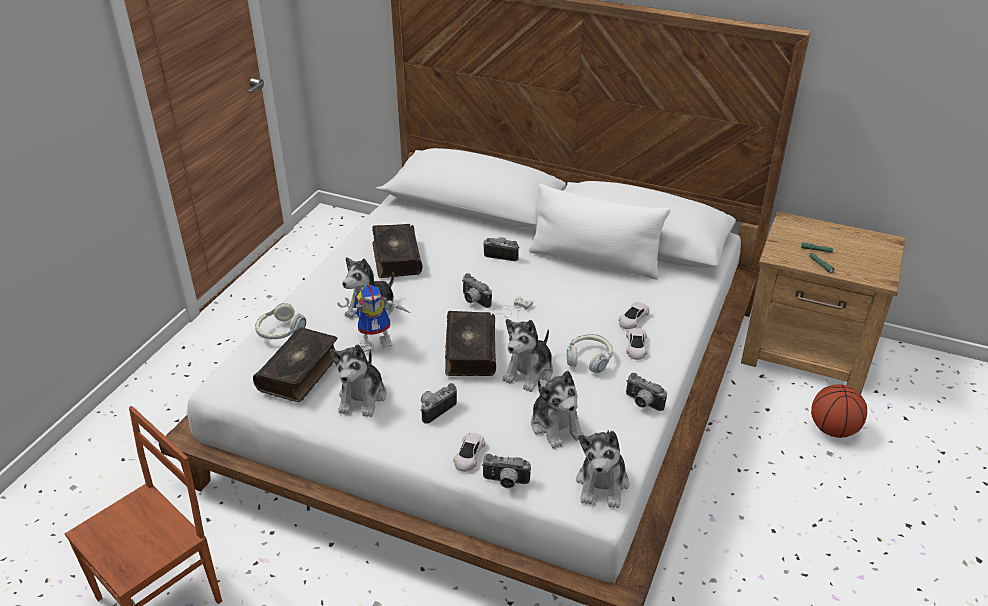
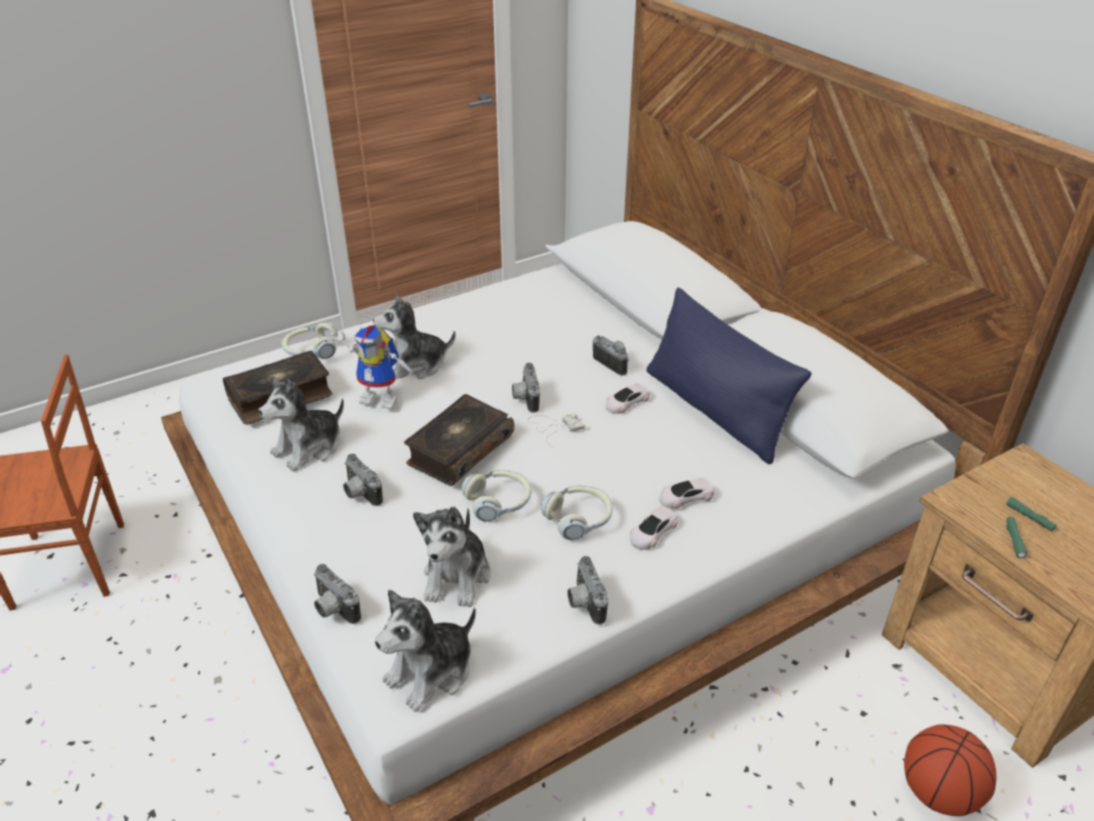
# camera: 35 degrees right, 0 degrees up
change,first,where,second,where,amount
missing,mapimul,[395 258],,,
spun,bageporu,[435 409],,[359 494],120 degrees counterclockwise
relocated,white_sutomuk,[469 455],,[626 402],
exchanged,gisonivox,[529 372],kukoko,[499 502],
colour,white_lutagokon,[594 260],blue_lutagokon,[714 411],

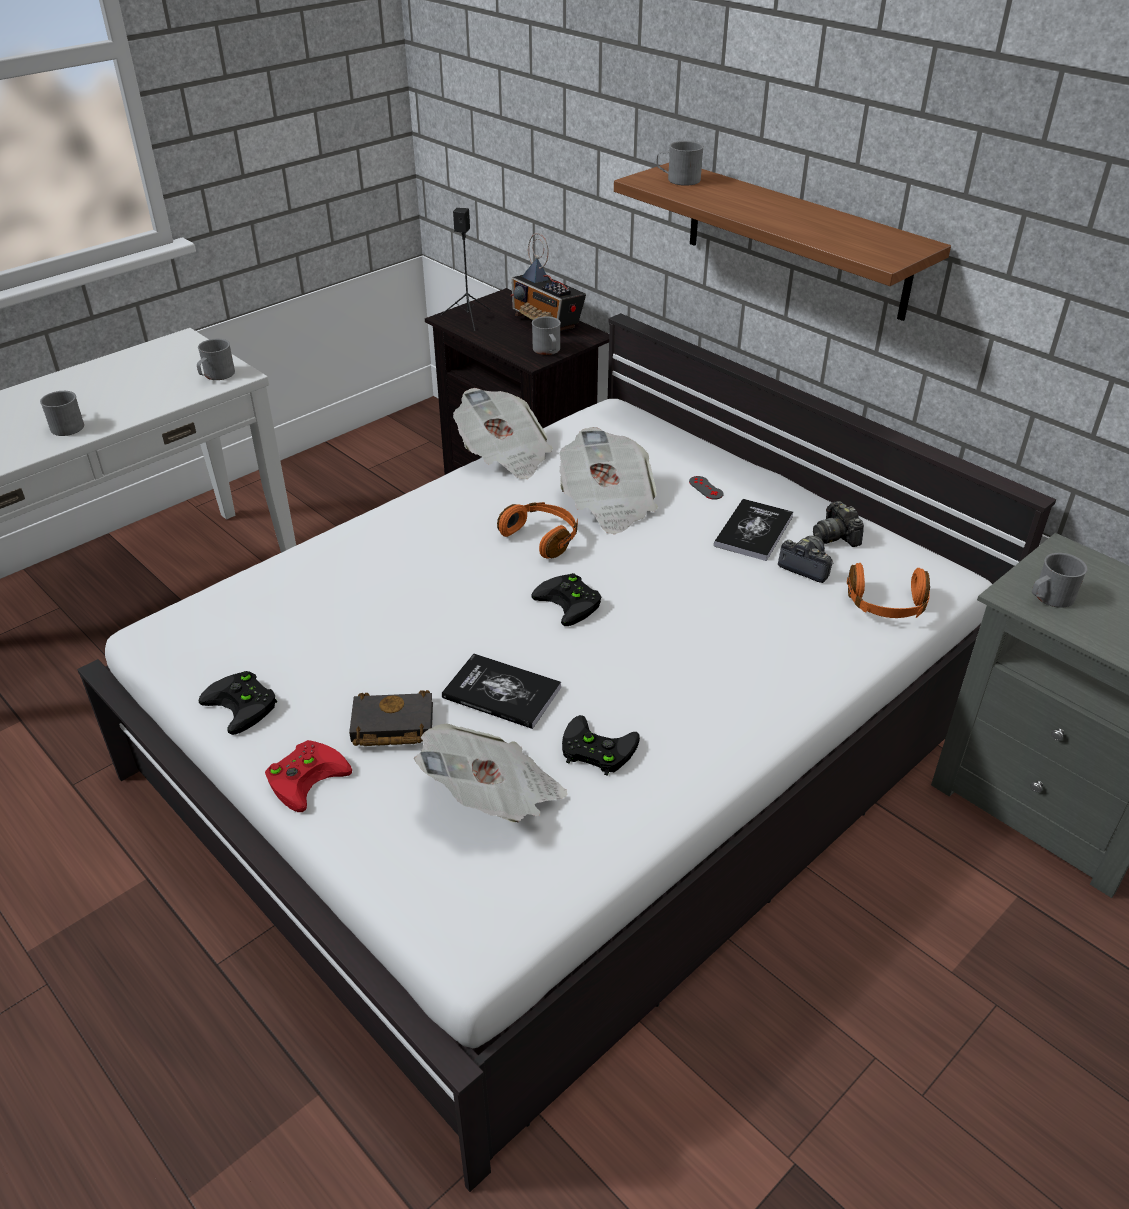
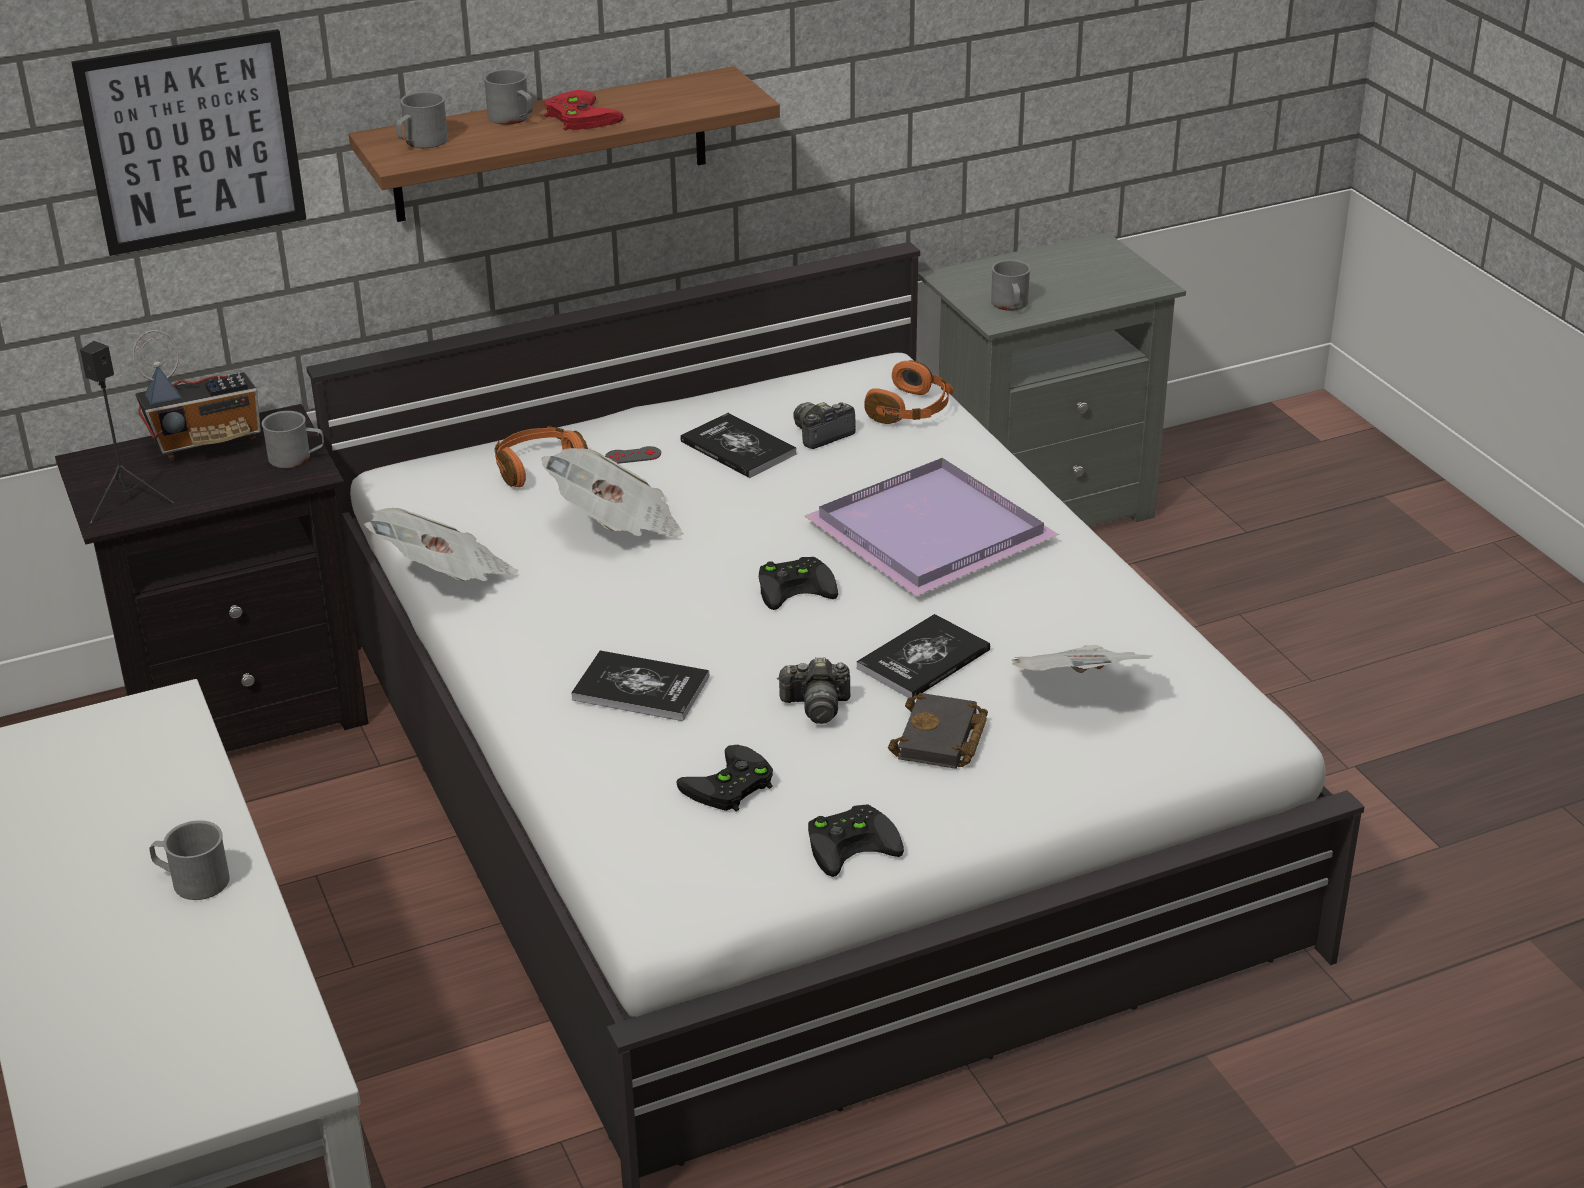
# camera: 70 degrees left, 5 degrees down
change,first,where,second,where,amount
relocated,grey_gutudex,[216 376],,[513 119],
relocated,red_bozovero,[306 775],,[578 116],
relocated,orange_kukoko,[542 538],,[538 467],
relocated,black_bozovero,[594 749],,[729 787],
relocated,bageporu,[836 536],,[816 706],
appeared,,,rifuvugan,[192 142],
appeared,,,mapimul,[641 688],
appeared,,,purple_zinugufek,[925 532],

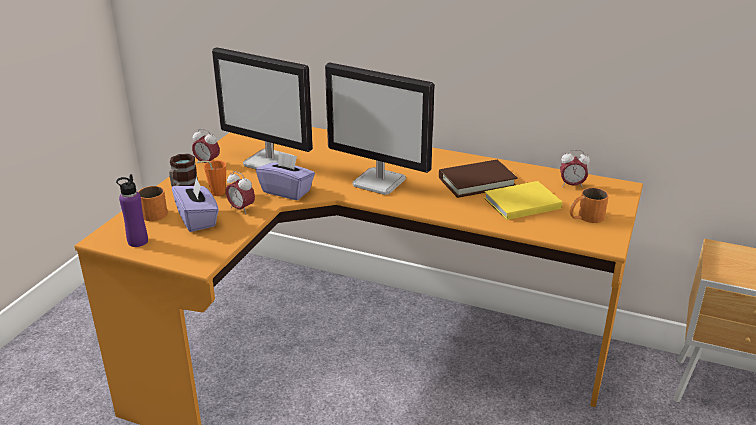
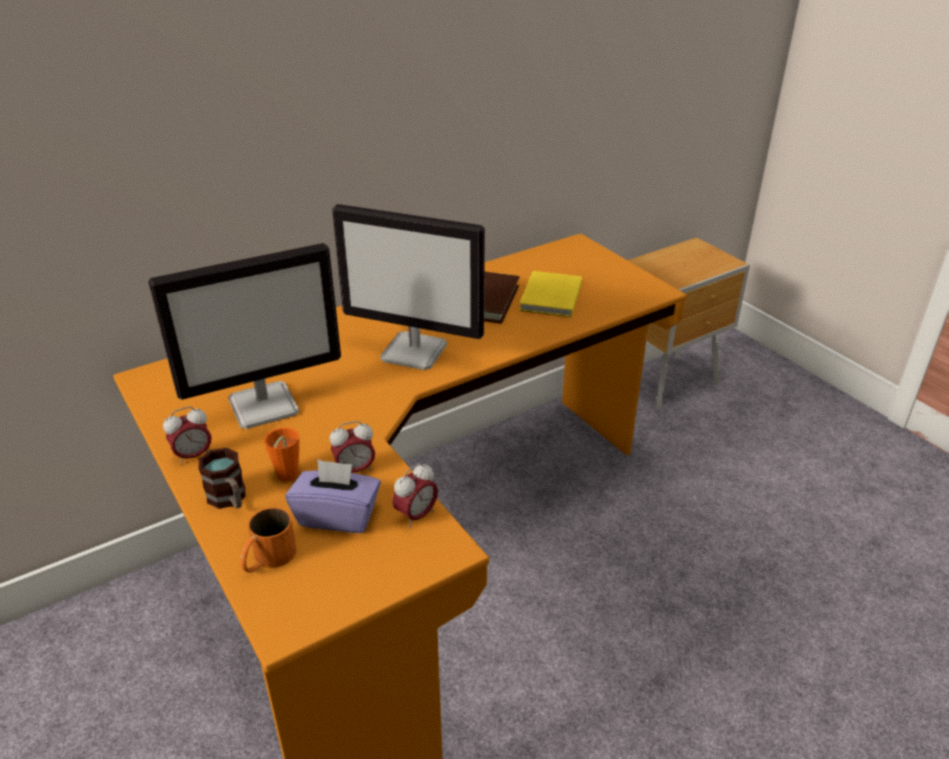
# camera: 55 degrees left, 5 degrees up
change,first,where,second,where,amount
missing,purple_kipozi,[137 241],,,
missing,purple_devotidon,[287 191],,,
spun,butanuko,[380 182],,[415 352],45 degrees clockwise
relocated,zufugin,[571 185],,[416 516],
missing,orange_gutudex,[585 217],,,

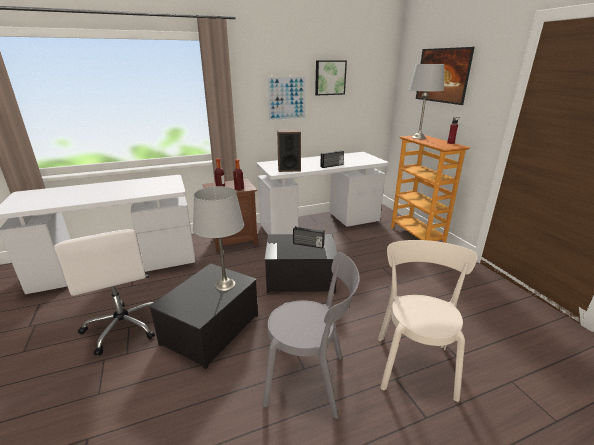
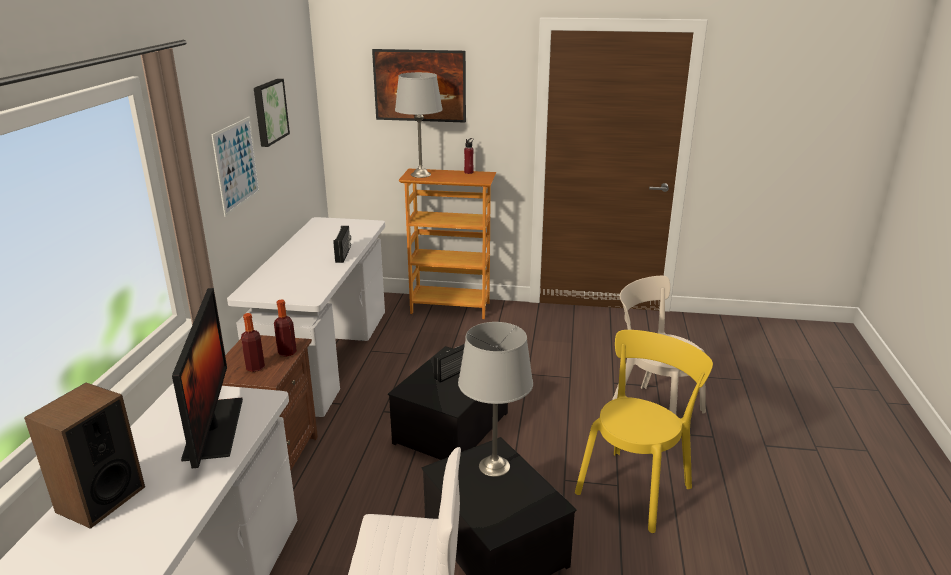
# camera: 60 degrees left, 0 degrees up
change,first,where,second,where,amount
colour,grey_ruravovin,[310 380],yellow_ruravovin,[636 487],
relocated,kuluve,[289 169],,[100 499],
appeared,,,butanuko,[214 428],

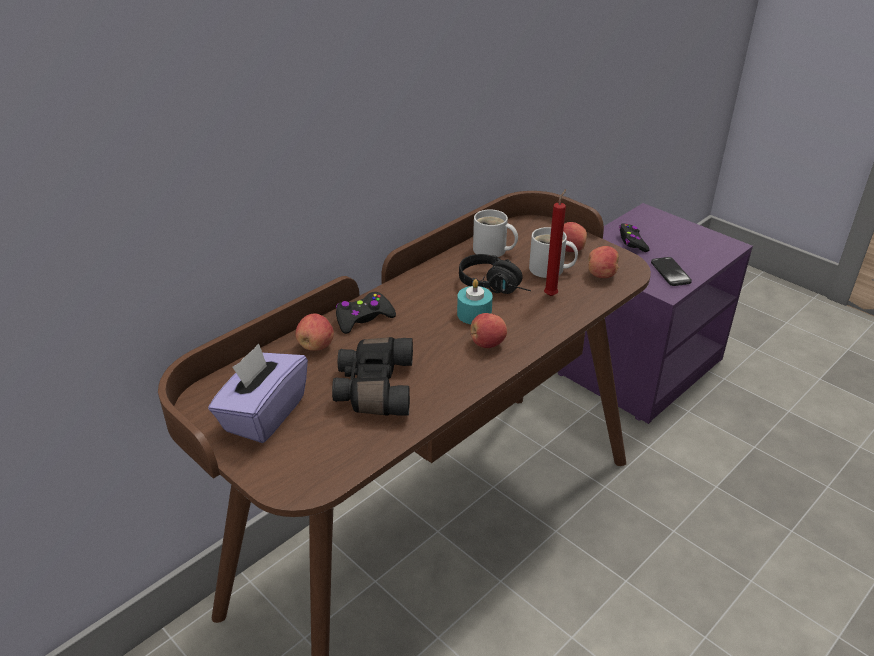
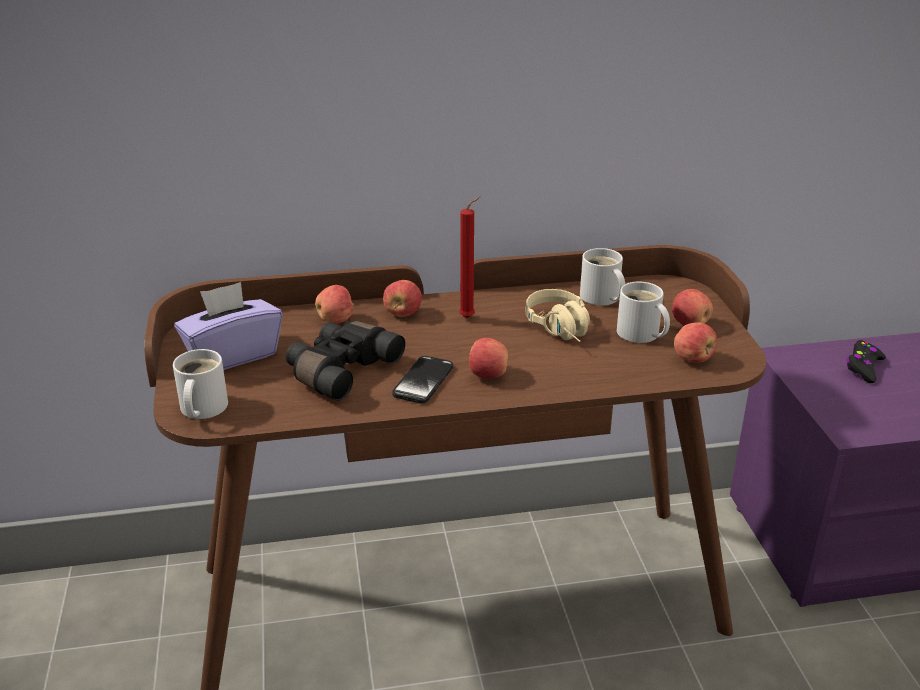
# camera: 35 degrees right, 5 degrees down
change,first,where,second,where,amount
exchanged,black_bozovero,[363 318],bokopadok,[403 313],
missing,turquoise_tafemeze,[474 314],,,
colour,black_kukoko,[496 286],beige_kukoko,[563 330],
relocated,red_tafemeze,[551 295],,[469 317],
relocated,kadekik,[670 272],,[423 381],
appeared,,,white_gutudex,[201 408],

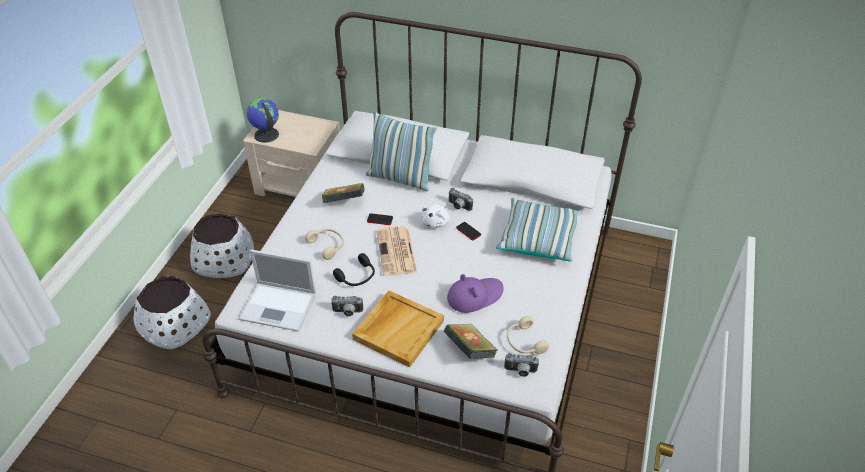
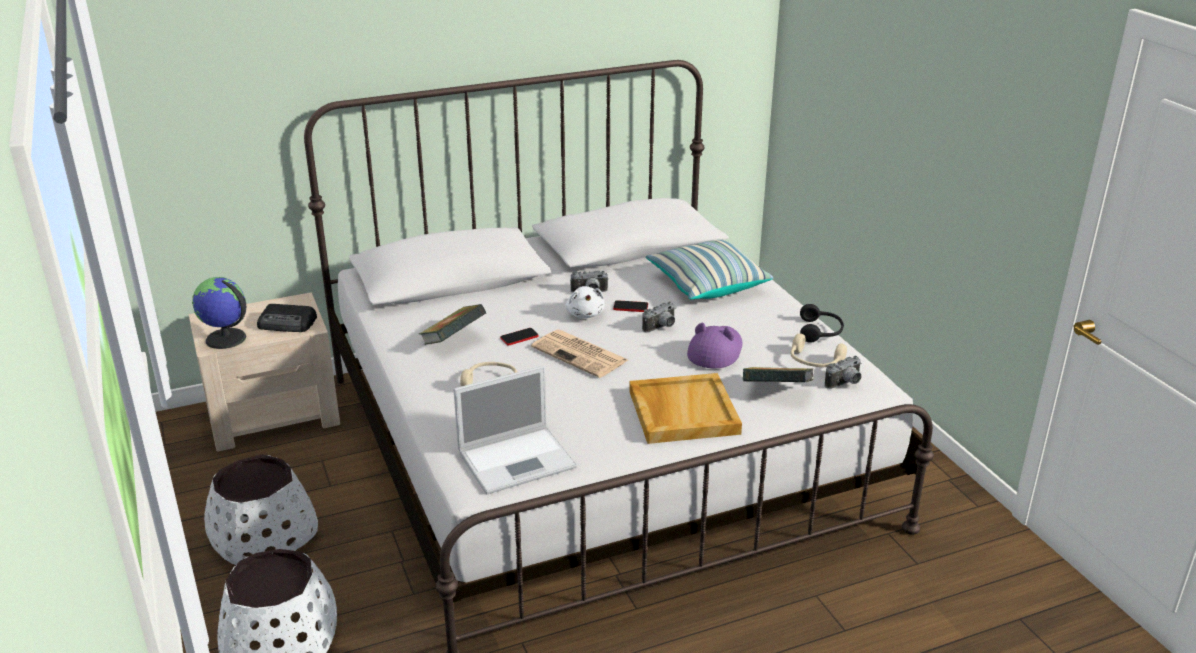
# camera: 40 degrees left, 15 degrees down
change,first,where,second,where,amount
relocated,bageporu,[347 312],,[661 328],
relocated,black_kukoko,[357 277],,[820 332],
missing,lutagokon,[400 178],,,
appeared,,,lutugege,[288 323],

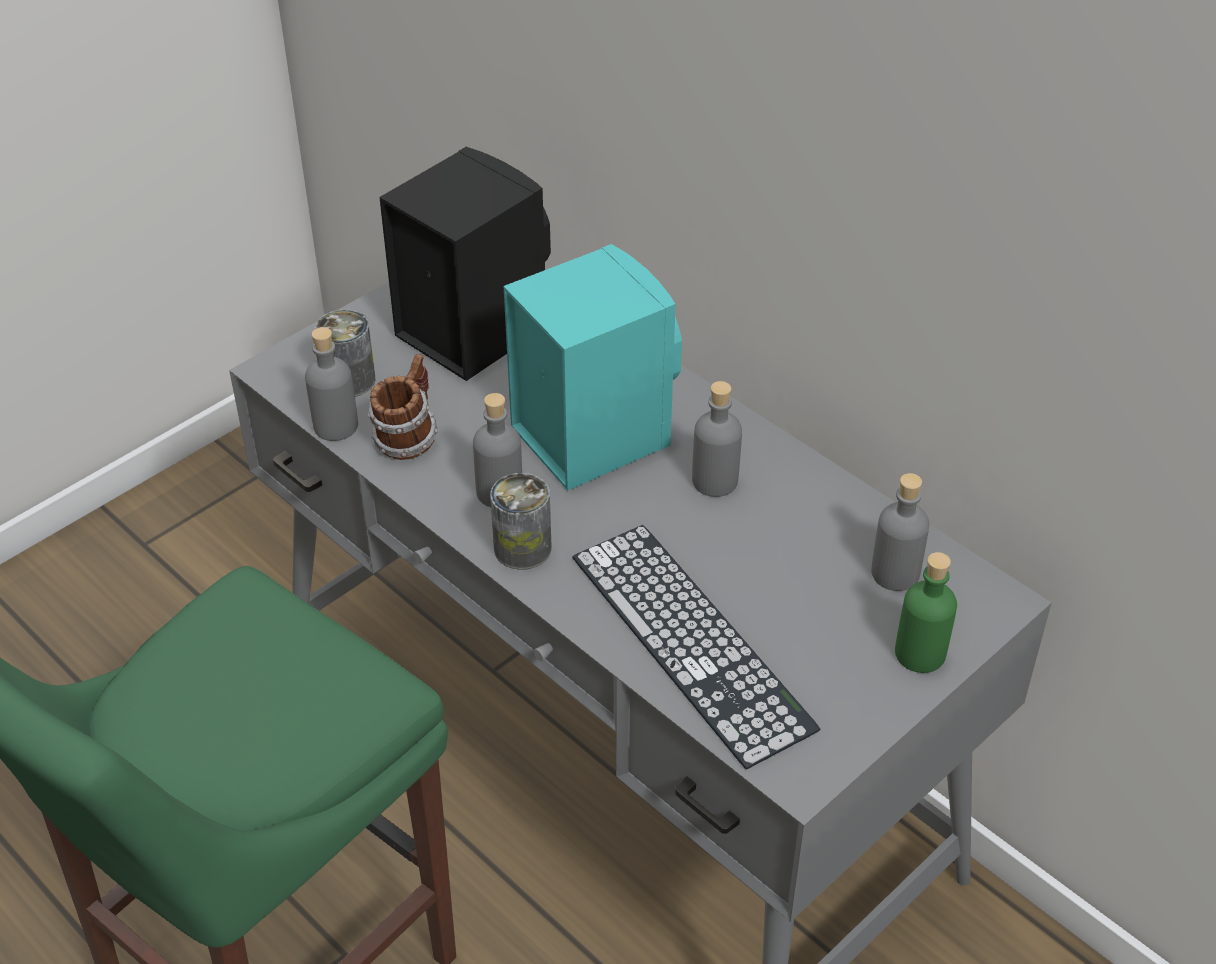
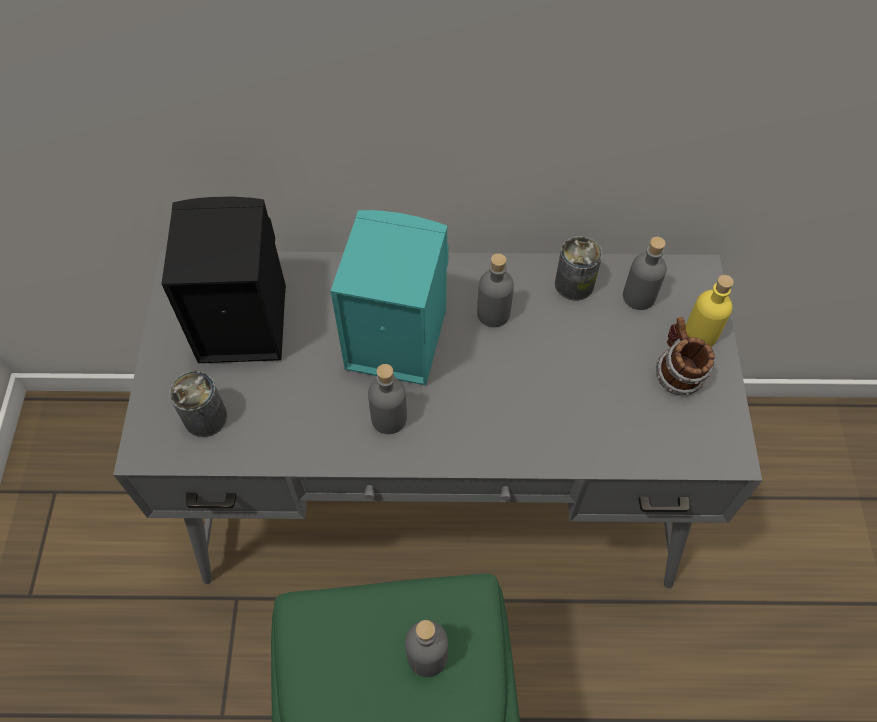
# camera: 45 degrees left, 15 degrees up
change,first,where,second,where,amount
relocated,grey_kipozi,[335 426],,[427 656],
relocated,gutudex,[407 438],,[676 374],
relocated,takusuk,[522 548],,[574 284],
missing,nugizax,[691 641],,,
colour,green_kipozi,[920 653],yellow_kipozi,[700 334],

